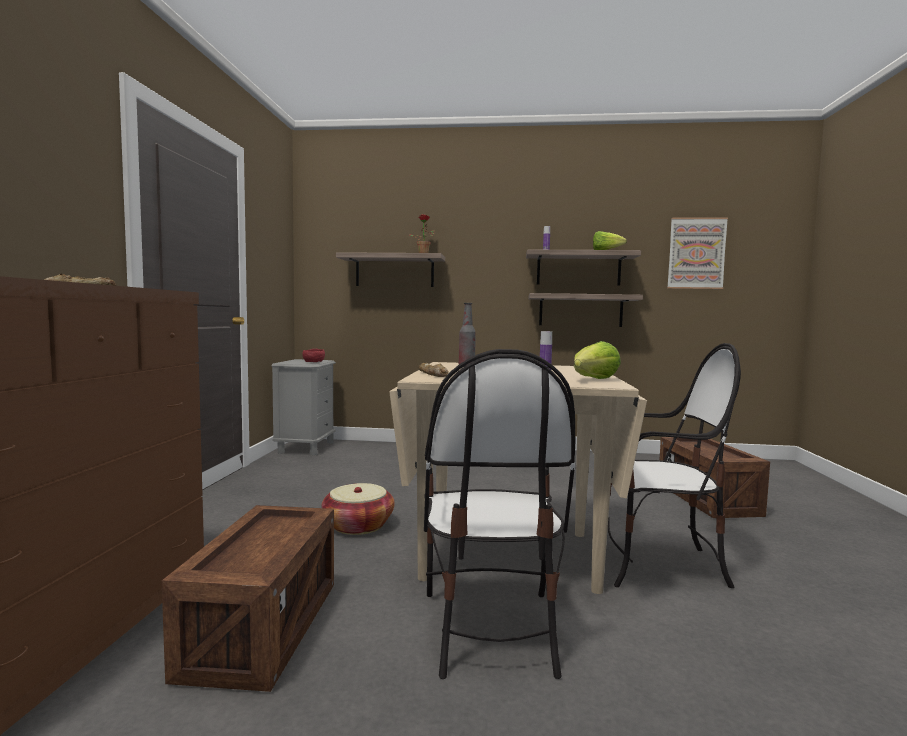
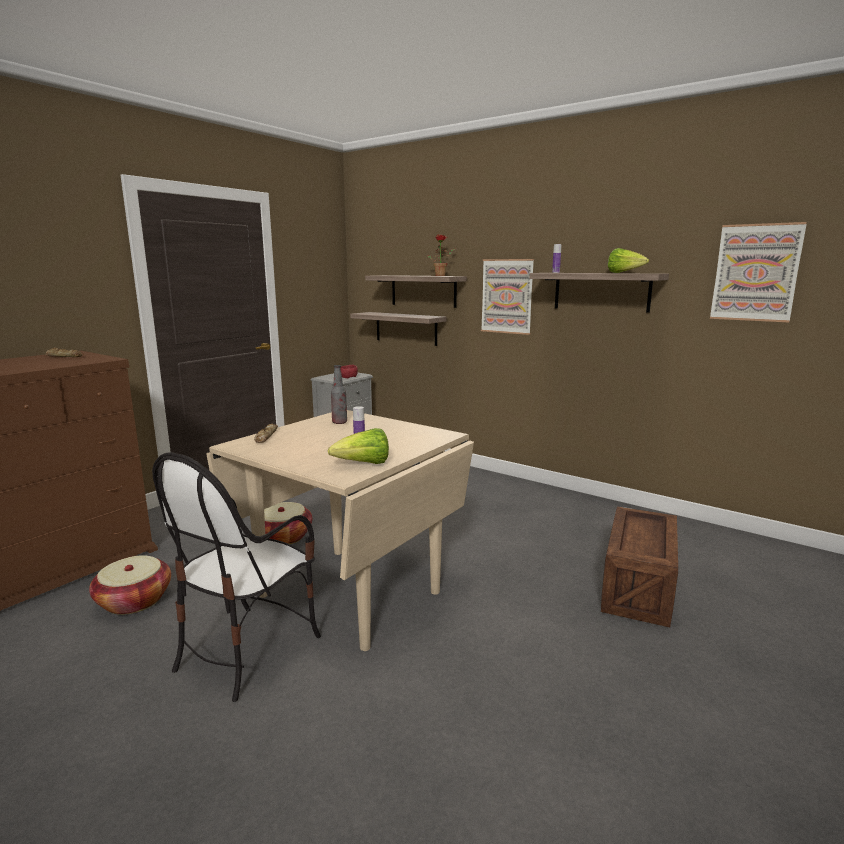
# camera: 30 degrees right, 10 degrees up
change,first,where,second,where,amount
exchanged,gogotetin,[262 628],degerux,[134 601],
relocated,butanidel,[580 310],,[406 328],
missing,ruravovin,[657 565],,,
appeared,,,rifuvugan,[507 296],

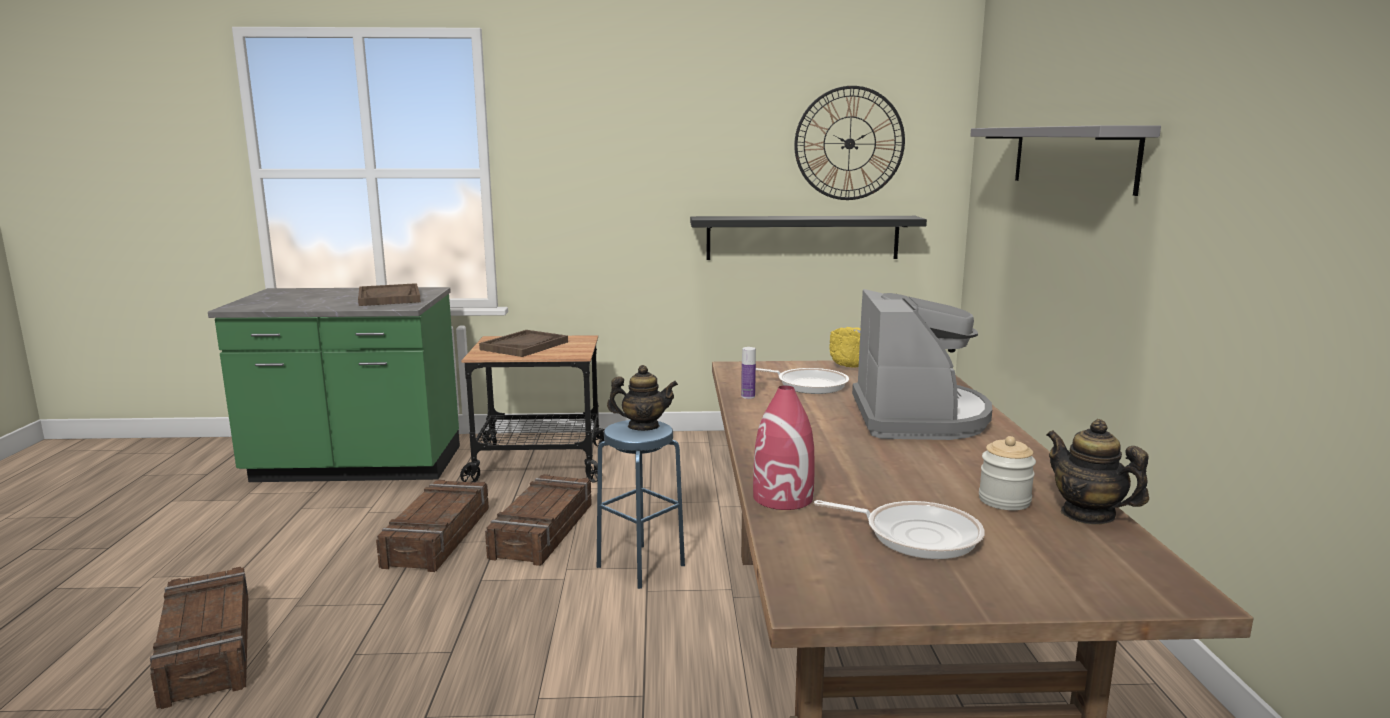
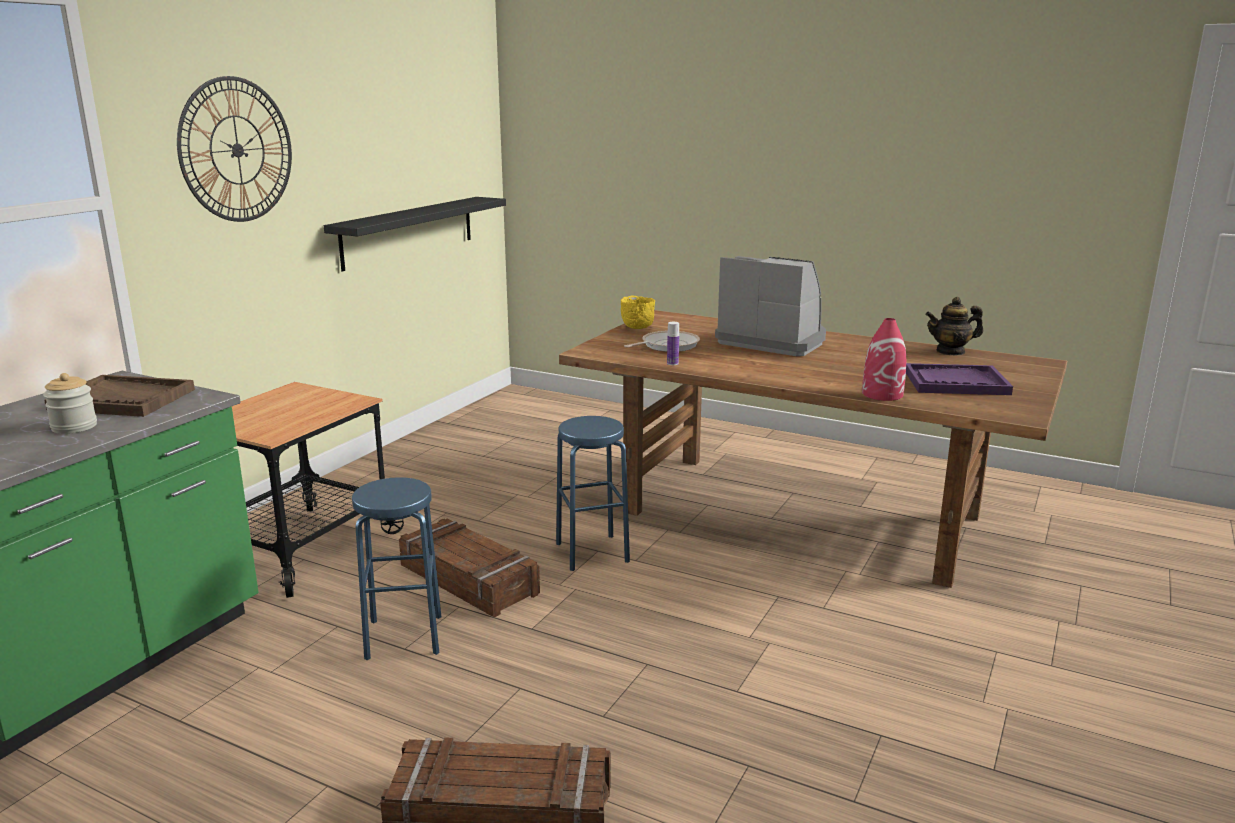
# camera: 60 degrees left, 5 degrees up
change,first,where,second,where,amount
exchanged,gogotetin,[436 537],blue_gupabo,[404 637],
missing,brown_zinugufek,[524 346],,,
missing,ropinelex,[643 427],,,
relocated,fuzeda,[849 143],,[237 150],
exchanged,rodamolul,[916 535],purple_zinugufek,[955 383],
missing,grey_butanidel,[1071 157],,,
relocated,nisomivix,[1004 501],,[74 427],

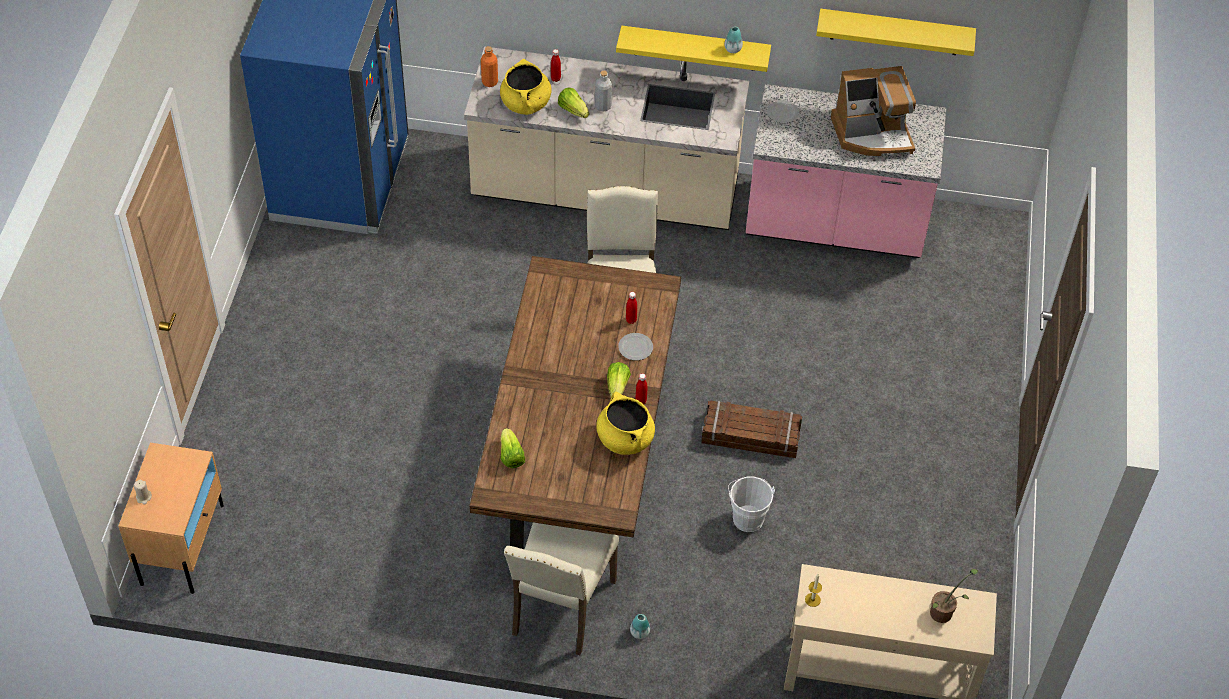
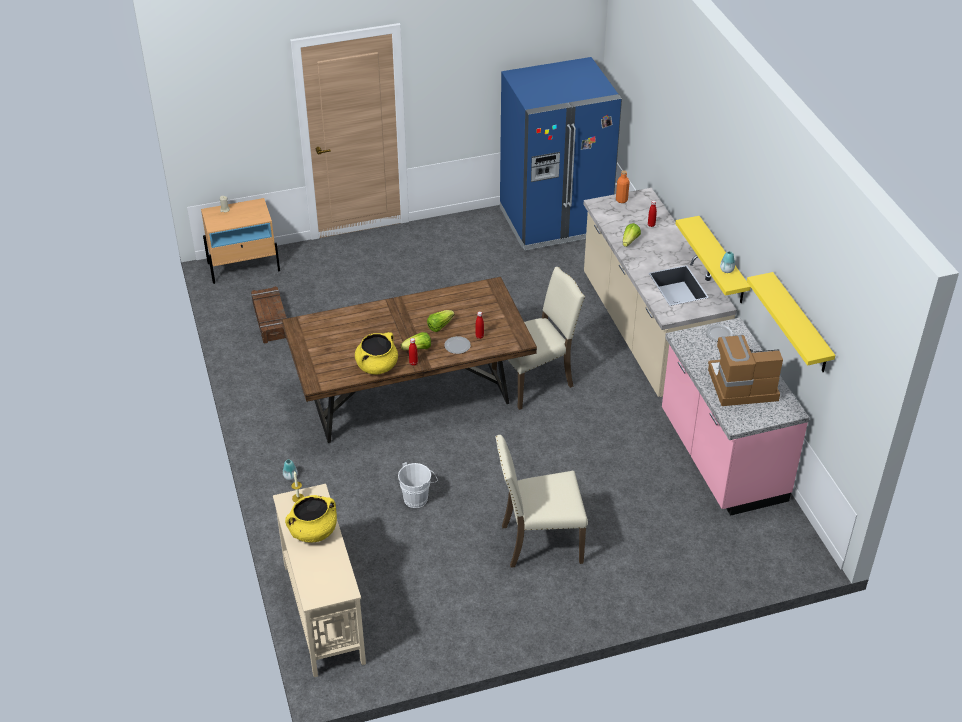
# camera: 65 degrees right, 10 degrees down
change,first,where,second,where,amount
relocated,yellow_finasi,[526 103],,[313 532],
relocated,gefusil,[511 456],,[440 326],
relocated,beige_ruravovin,[560 608],,[539 542],
missing,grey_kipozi,[603 106],,,
relocated,gogotetin,[750 436],,[270 320],
spun,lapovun,[872 134],,[741 386],120 degrees clockwise
missing,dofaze,[944 612],,,

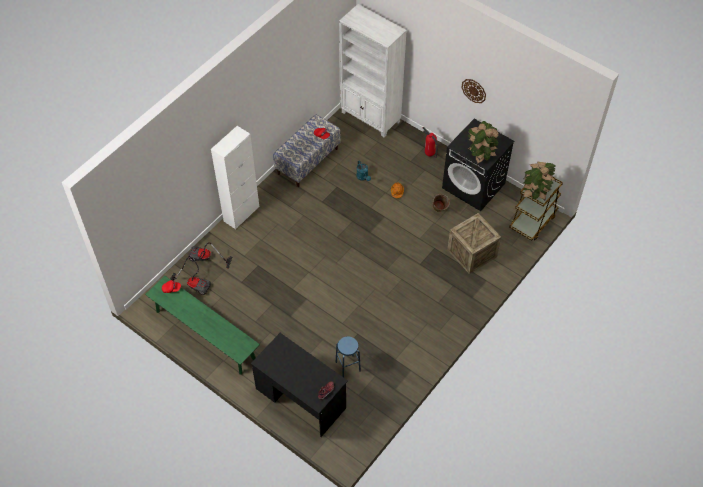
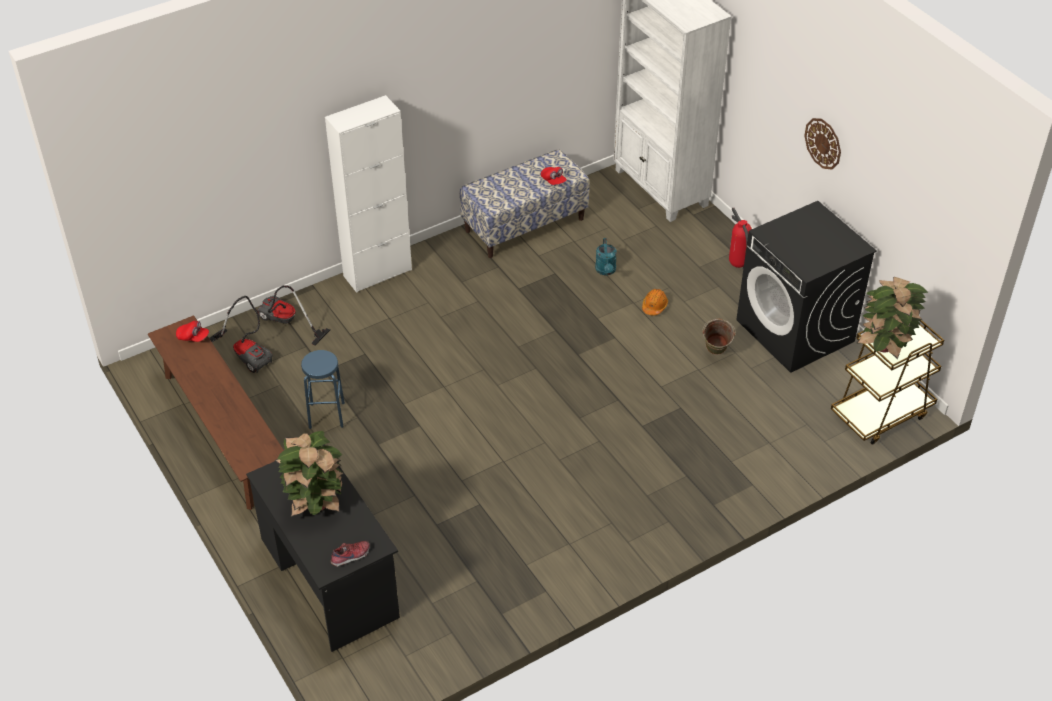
# camera: 20 degrees right, 10 degrees down
change,first,where,second,where,amount
colour,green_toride,[205 335],brown_toride,[224 432],
relocated,blue_gupabo,[348 366],,[327 415],
missing,gogotetin,[472 253],,,
relocated,dofaze,[480 155],,[315 502],

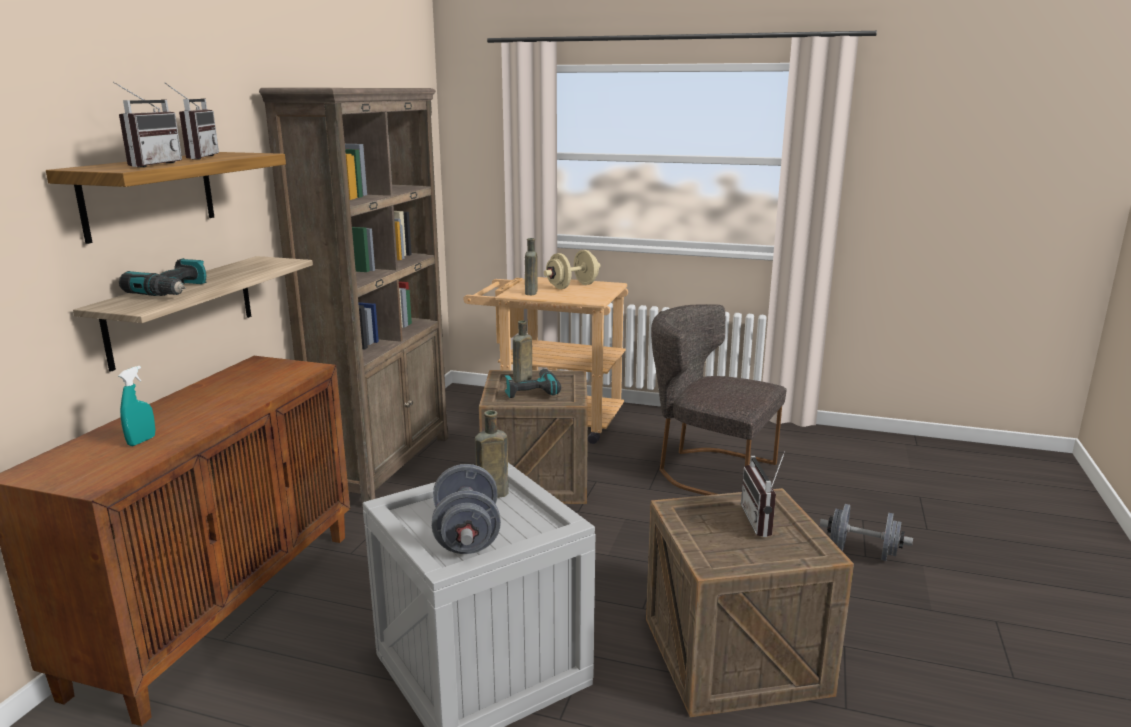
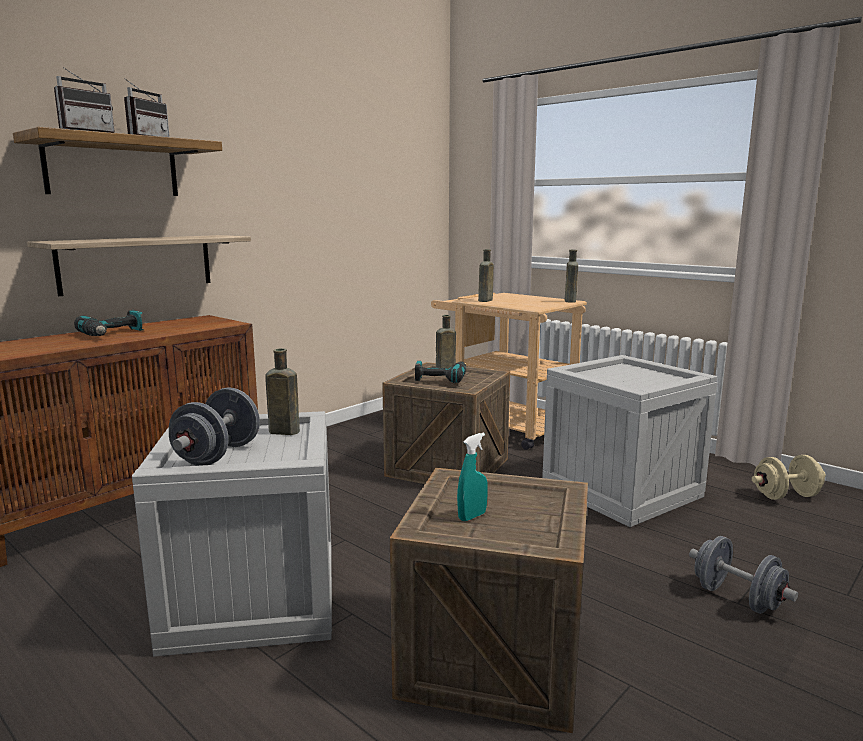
# camera: 25 degrees right, 5 degrees down
change,first,where,second,where,amount
relocated,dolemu,[175 291],,[113 334],
relocated,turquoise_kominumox,[142 441],,[472 516],
missing,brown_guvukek,[385 465],,,
relocated,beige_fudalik,[572 286],,[786 496],
exchanged,grey_ruravovin,[709 471],gogotetin,[621 490],
missing,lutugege,[763 521],,,
appeared,,,brown_kipozi,[570 301],

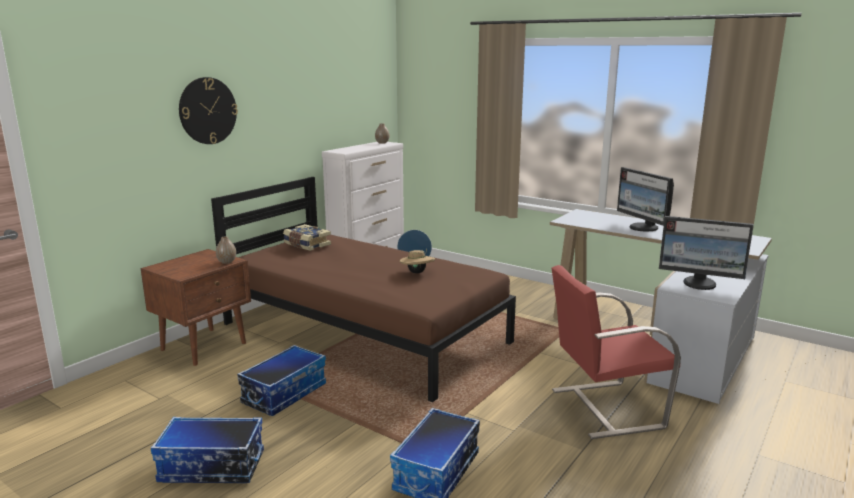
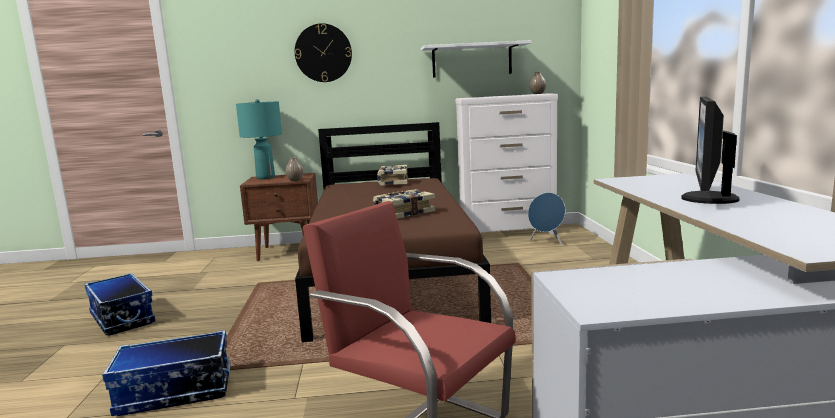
# camera: 50 degrees right, 5 degrees down
change,first,where,second,where,amount
missing,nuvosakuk,[284 393],,,
exchanged,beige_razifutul,[417 272],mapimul,[403 213],
missing,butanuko,[700 284],,,
appeared,,,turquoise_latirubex,[265 177],
appeared,,,white_butanidel,[472 60],

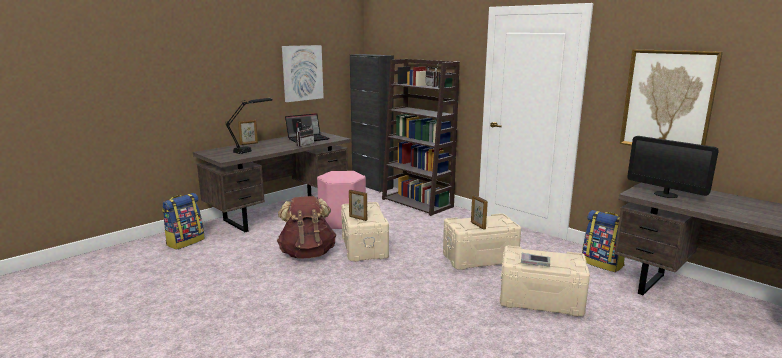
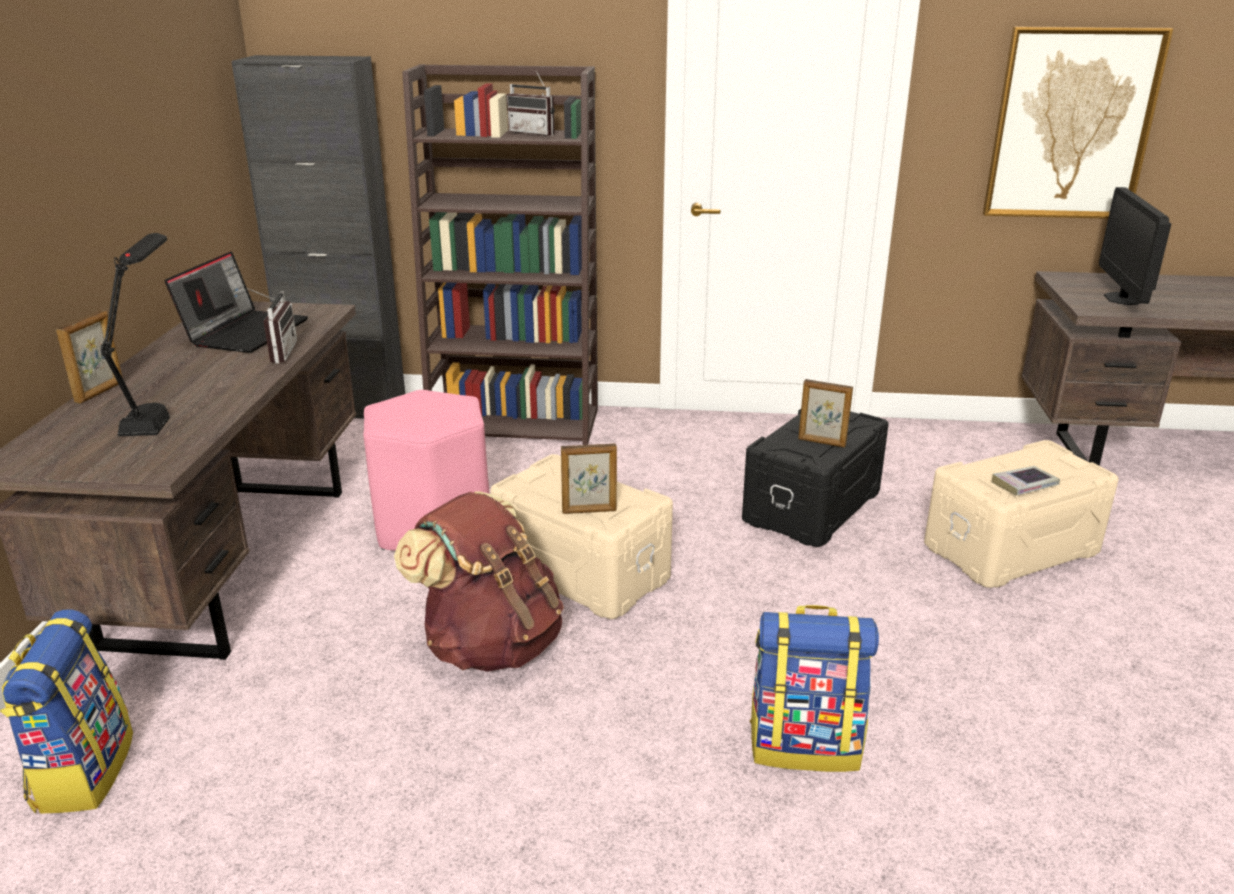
# camera: 40 degrees left, 10 degrees up
change,first,where,second,where,amount
missing,rifuvugan,[302 73],,,
colour,beige_nuvosakuk,[480 258],black_nuvosakuk,[813 507],
relocated,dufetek,[602 263],,[805 745],
spun,butanuko,[665 194],,[1122 298],90 degrees clockwise

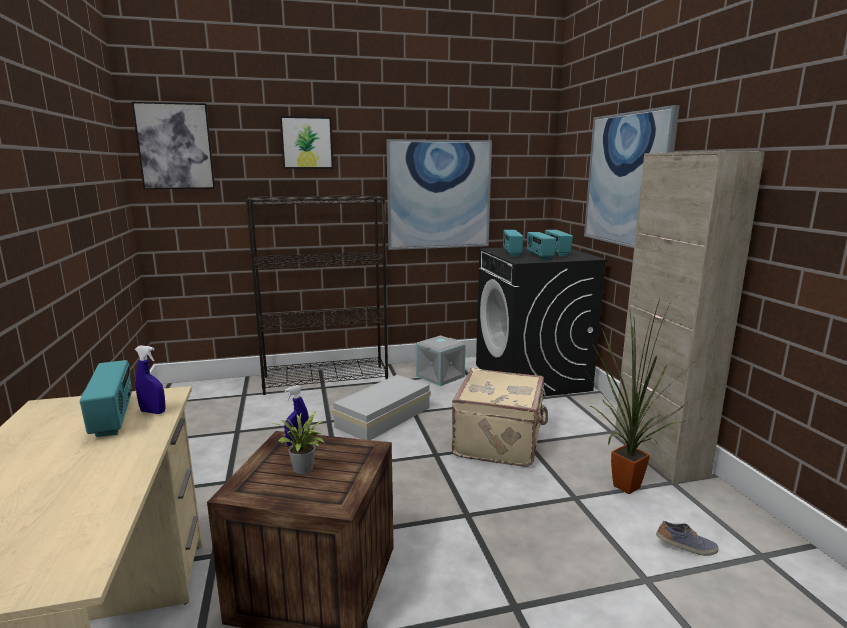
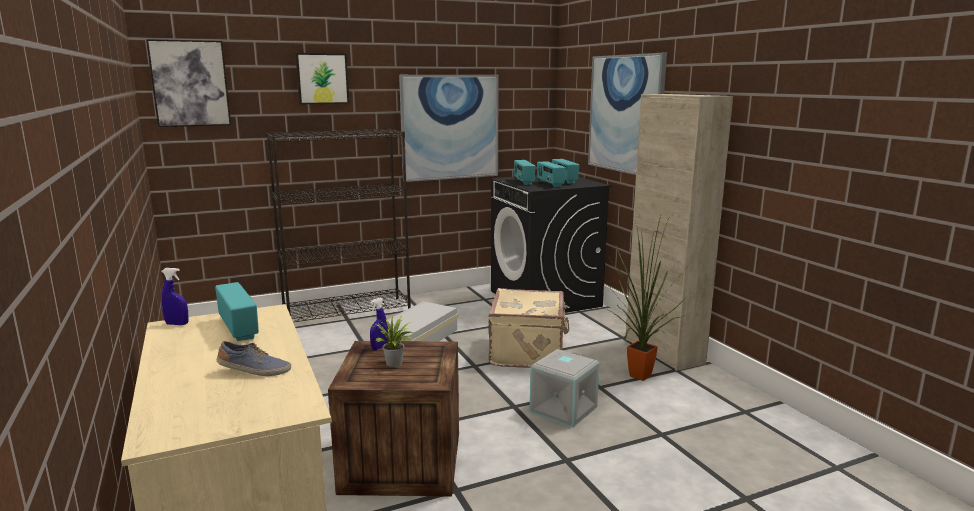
# camera: 10 degrees left, 0 degrees up
change,first,where,second,where,amount
relocated,blue_kominumox,[153 412],,[177 324],
relocated,grey_nuvosakuk,[440 376],,[564 409],
relocated,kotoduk,[686 547],,[254 371],

